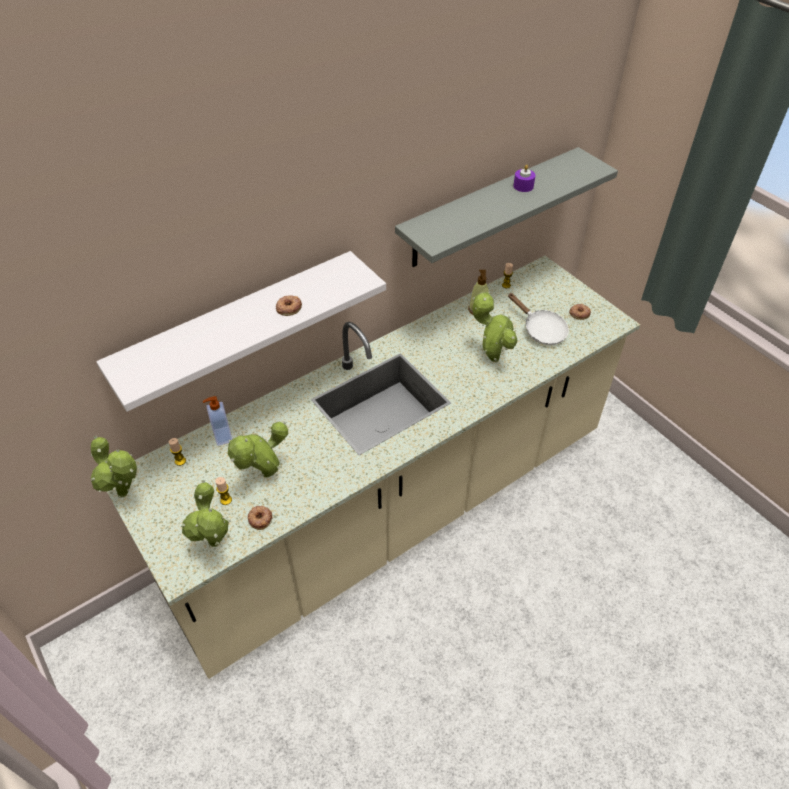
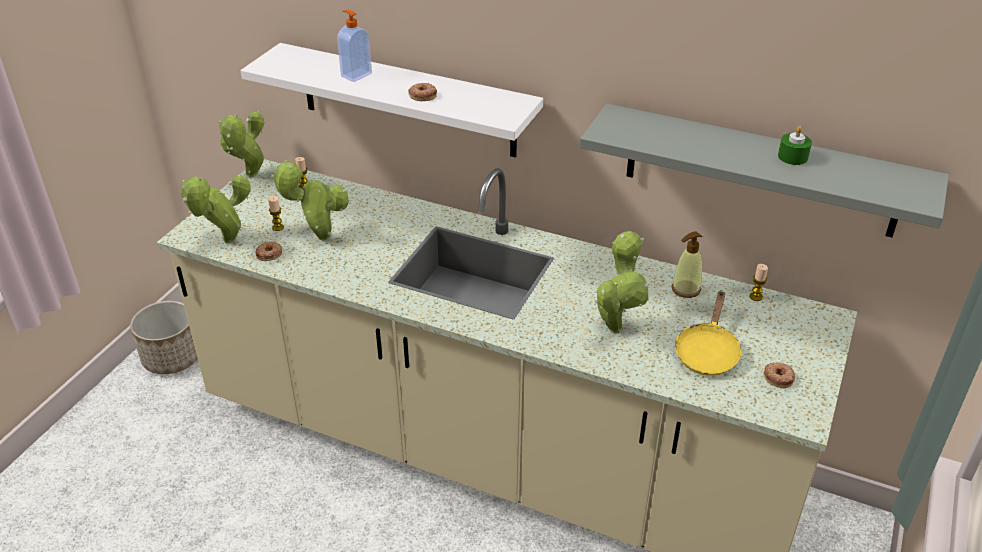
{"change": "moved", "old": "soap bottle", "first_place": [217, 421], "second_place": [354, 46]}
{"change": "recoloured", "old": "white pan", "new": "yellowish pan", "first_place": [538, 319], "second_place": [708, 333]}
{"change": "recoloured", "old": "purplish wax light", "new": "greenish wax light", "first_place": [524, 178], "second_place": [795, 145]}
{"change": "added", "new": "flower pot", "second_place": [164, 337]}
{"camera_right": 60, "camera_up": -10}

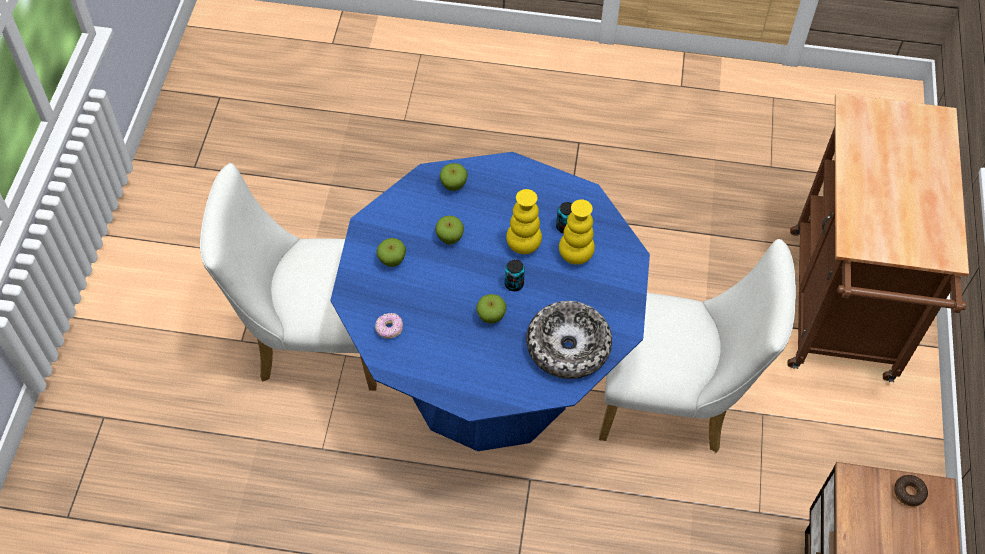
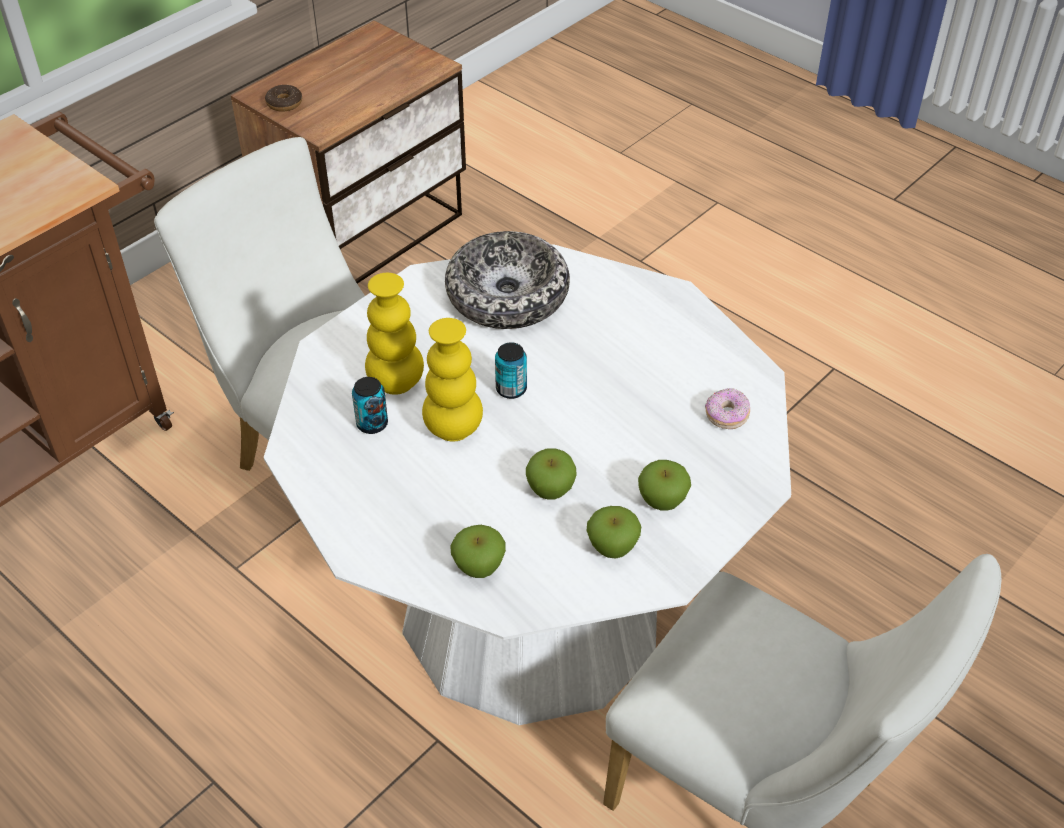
{"change": "recoloured", "old": "bluish dinner table", "new": "white dinner table", "first_place": [490, 301], "second_place": [527, 484]}
{"change": "moved", "old": "apple", "first_place": [491, 309], "second_place": [614, 532]}
{"camera_right": -145, "camera_up": -10}

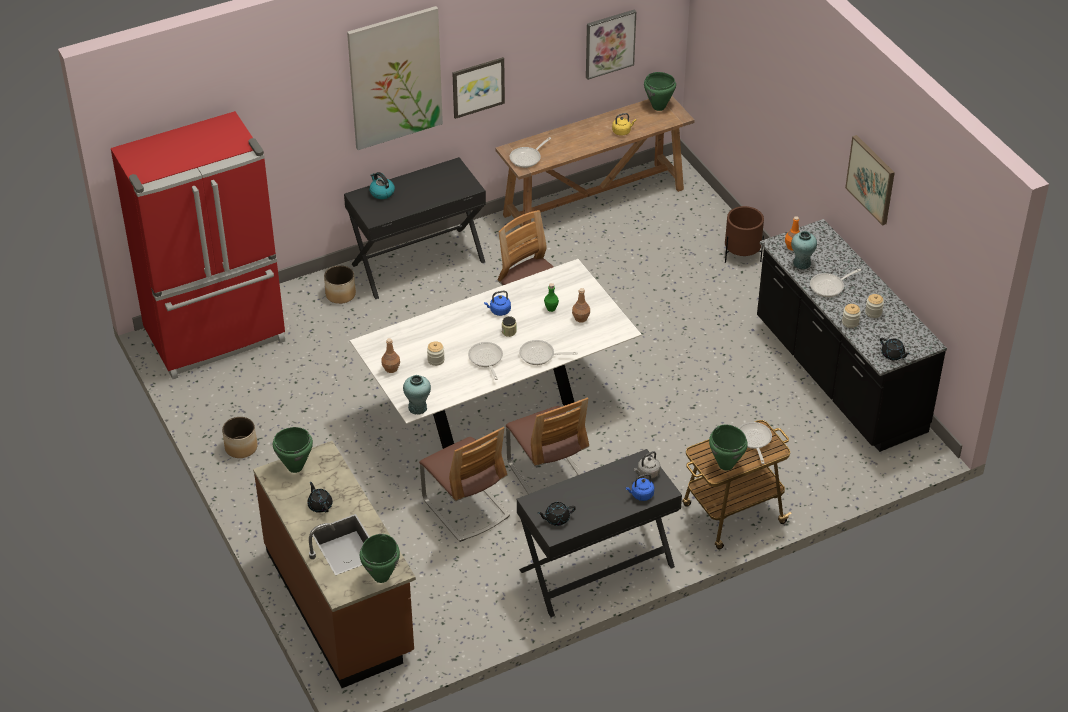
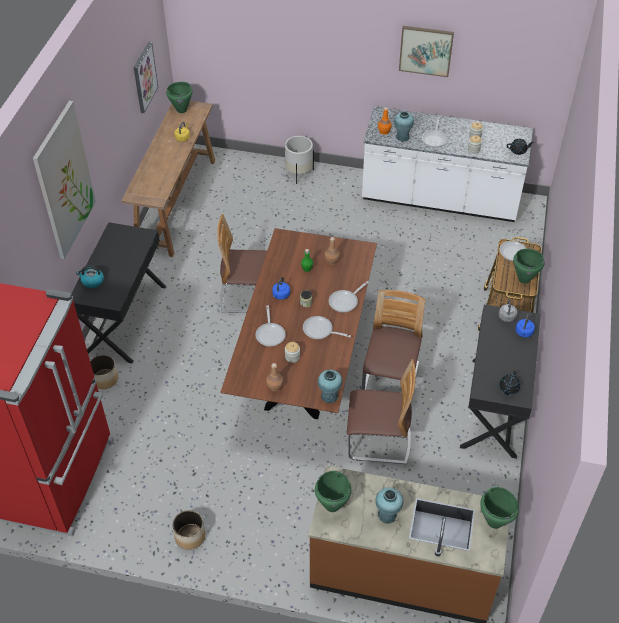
{"change": "replaced", "old": "blackish pot for tea", "new": "turquoise flower vase", "first_place": [320, 497], "second_place": [389, 505]}
{"change": "recoloured", "old": "white dinner table", "new": "brown dinner table", "first_place": [496, 354], "second_place": [298, 323]}
{"change": "removed", "old": "wall picture", "first_place": [478, 88]}
{"change": "turned", "old": "plain chair", "first_place": [547, 445], "second_place": [393, 340], "degrees": -90}
{"change": "moved", "old": "pan", "first_place": [530, 152], "second_place": [270, 326]}
{"change": "recoloured", "old": "brown flower pot", "new": "white flower pot", "first_place": [744, 234], "second_place": [299, 160]}
{"change": "recoloured", "old": "blackish kitchen base unit", "new": "white kitchen base unit", "first_place": [852, 335], "second_place": [447, 164]}
{"camera_right": -50, "camera_up": 5}

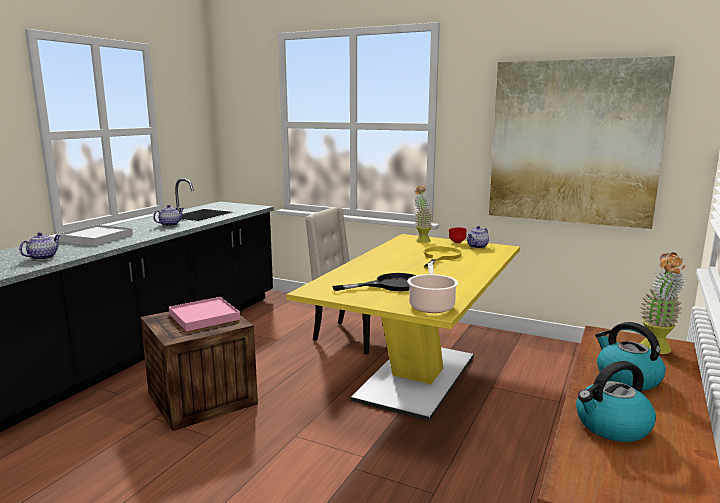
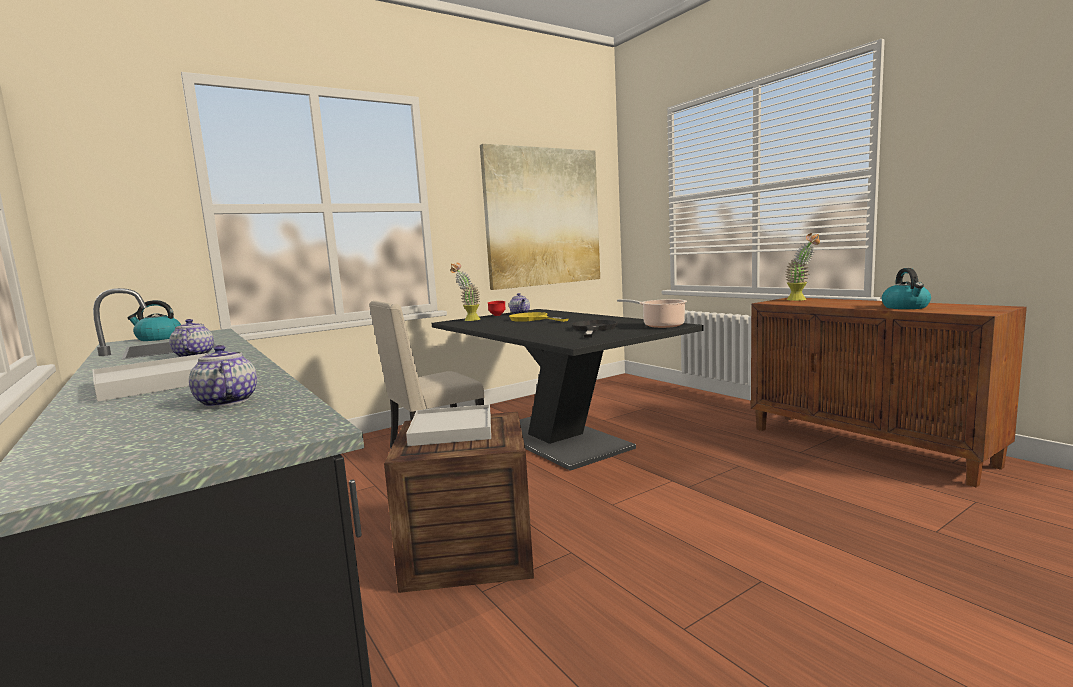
{"change": "recoloured", "old": "pink tray", "new": "white tray", "first_place": [204, 314], "second_place": [448, 425]}
{"change": "recoloured", "old": "yellowish dinner table", "new": "blackish dinner table", "first_place": [403, 327], "second_place": [567, 390]}
{"change": "moved", "old": "tea kettle", "first_place": [630, 356], "second_place": [154, 320]}
{"camera_right": -60, "camera_up": -5}

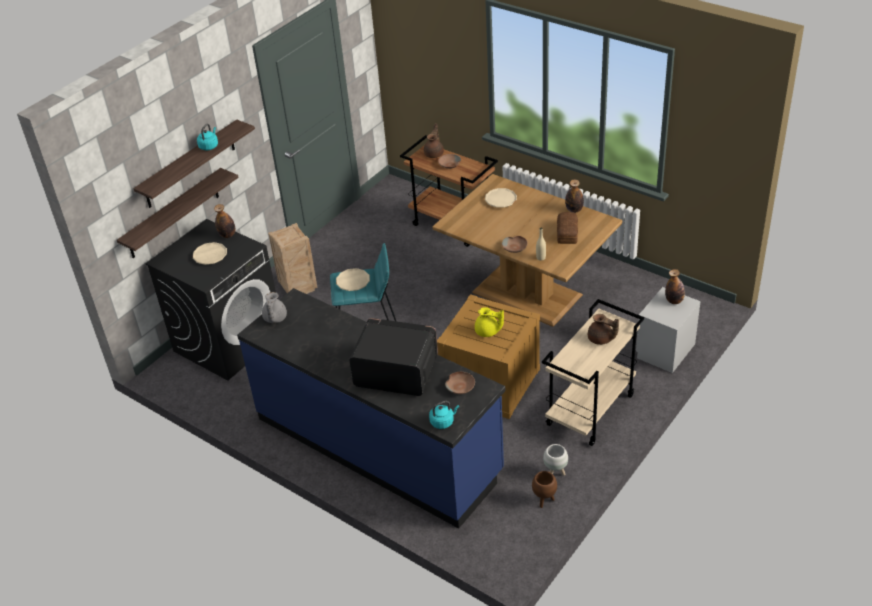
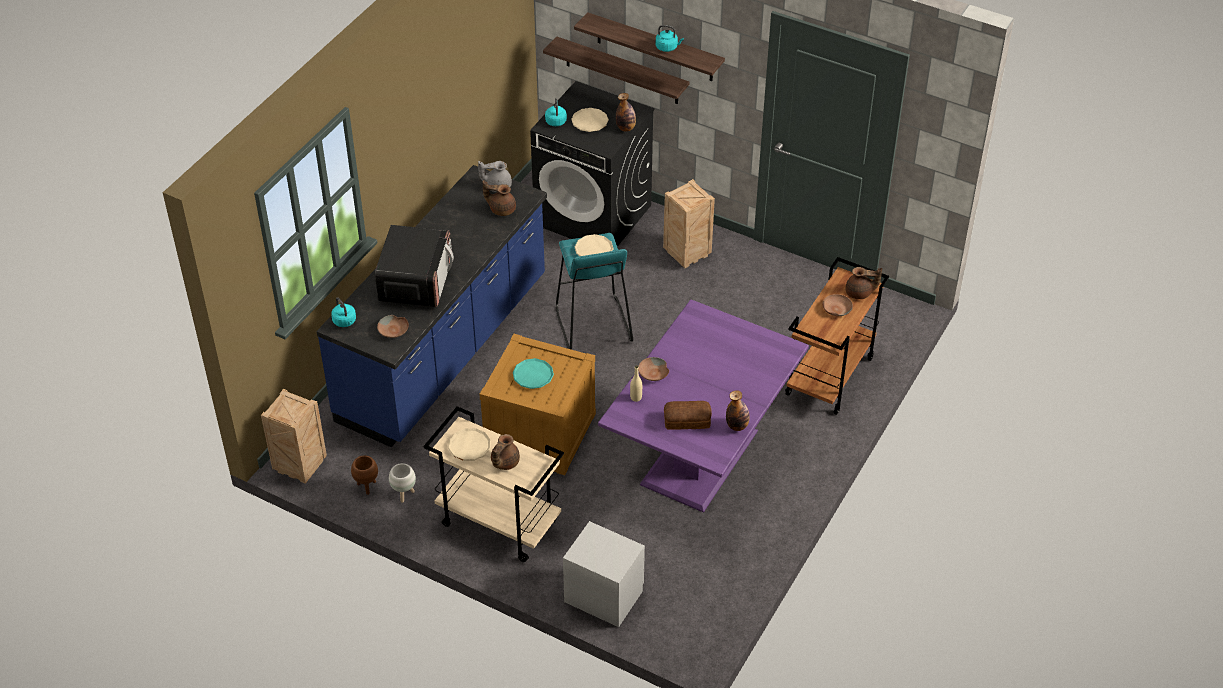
{"change": "recoloured", "old": "brown dinner table", "new": "purplish dinner table", "first_place": [527, 250], "second_place": [703, 406]}
{"change": "replaced", "old": "yellowish pot for tea", "new": "turquoise dinner plate", "first_place": [489, 322], "second_place": [533, 373]}
{"change": "moved", "old": "beige dinner plate", "first_place": [501, 198], "second_place": [469, 444]}
{"change": "removed", "old": "bottle", "first_place": [675, 286]}
{"change": "added", "new": "shipping crate", "second_place": [294, 436]}
{"change": "added", "new": "brown pot for tea", "second_place": [499, 198]}
{"change": "added", "new": "turquoise tea kettle", "second_place": [556, 112]}
{"camera_right": 80, "camera_up": 5}

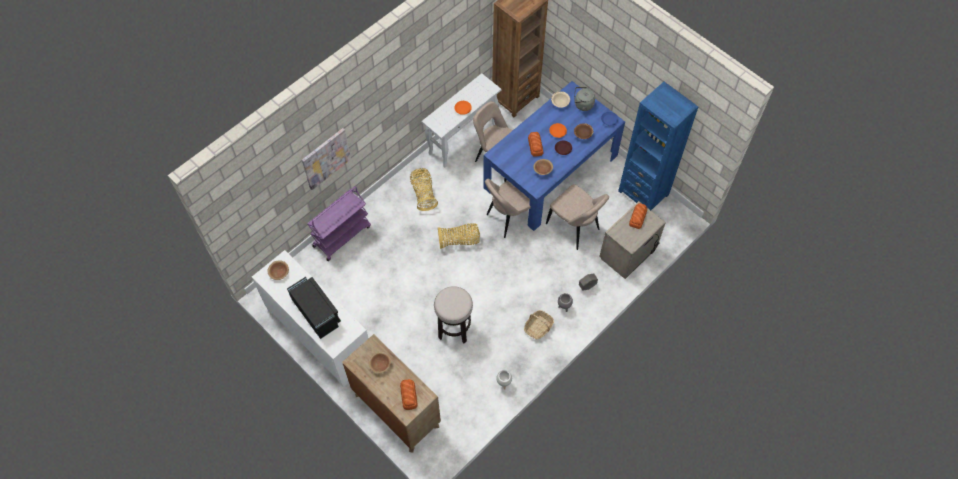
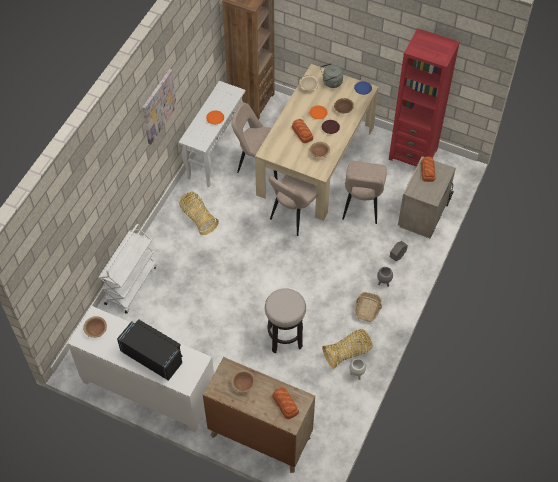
{"change": "moved", "old": "wall picture", "first_place": [326, 159], "second_place": [159, 106]}
{"change": "recoloured", "old": "purplish wheeled cart", "new": "white wheeled cart", "first_place": [339, 224], "second_place": [127, 269]}
{"change": "moved", "old": "storage basket", "first_place": [459, 236], "second_place": [347, 349]}
{"change": "recoloured", "old": "bluish dinner table", "new": "beige dinner table", "first_place": [554, 156], "second_place": [317, 142]}
{"change": "turned", "old": "beige plain chair", "first_place": [577, 217], "second_place": [364, 192], "degrees": 75}
{"change": "recoloured", "old": "bluish shelving unit", "new": "reddish shelving unit", "first_place": [658, 146], "second_place": [424, 97]}
{"camera_right": -20, "camera_up": -5}

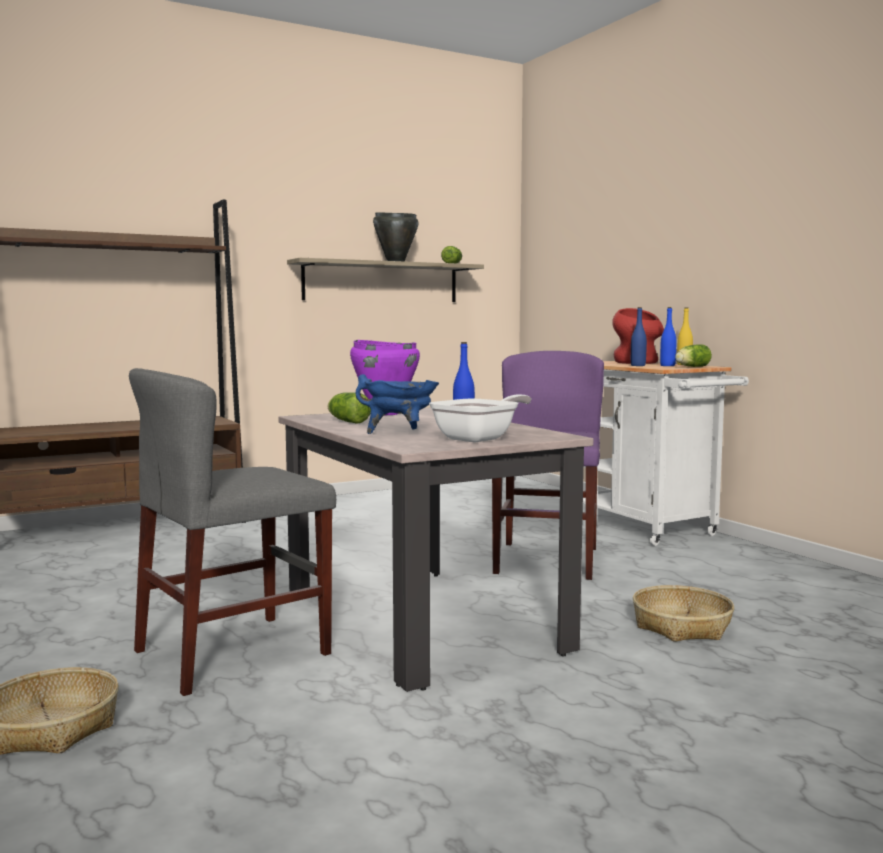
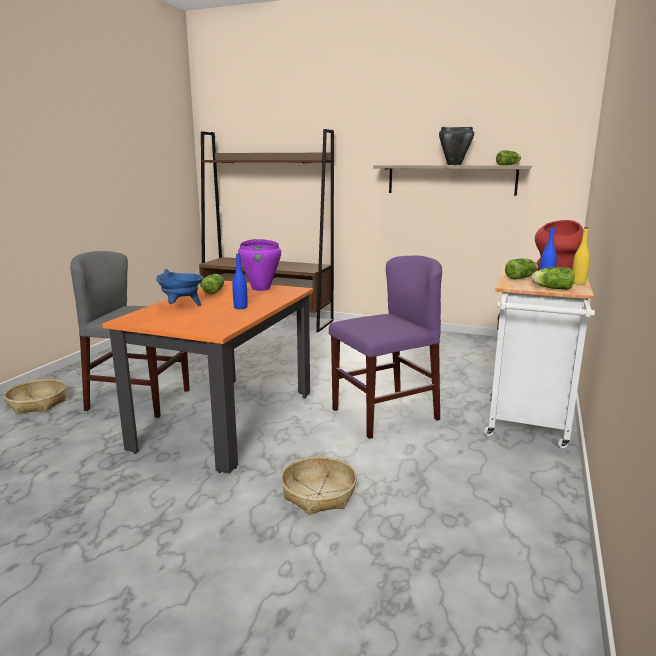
{"change": "recoloured", "old": "beige dinner table", "new": "orangey dinner table", "first_place": [435, 550], "second_place": [207, 377]}
{"change": "removed", "old": "pan", "first_place": [480, 418]}
{"change": "replaced", "old": "bluish bottle", "new": "lettuce head", "first_place": [639, 336], "second_place": [521, 269]}
{"camera_right": 50, "camera_up": 10}

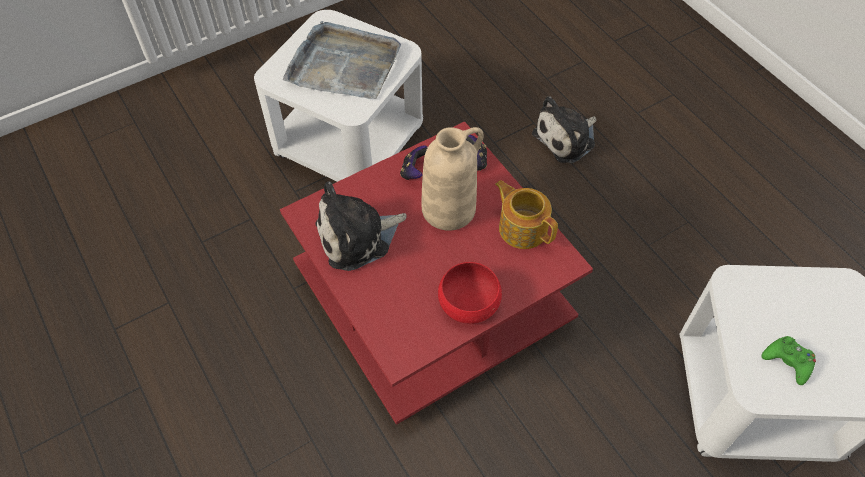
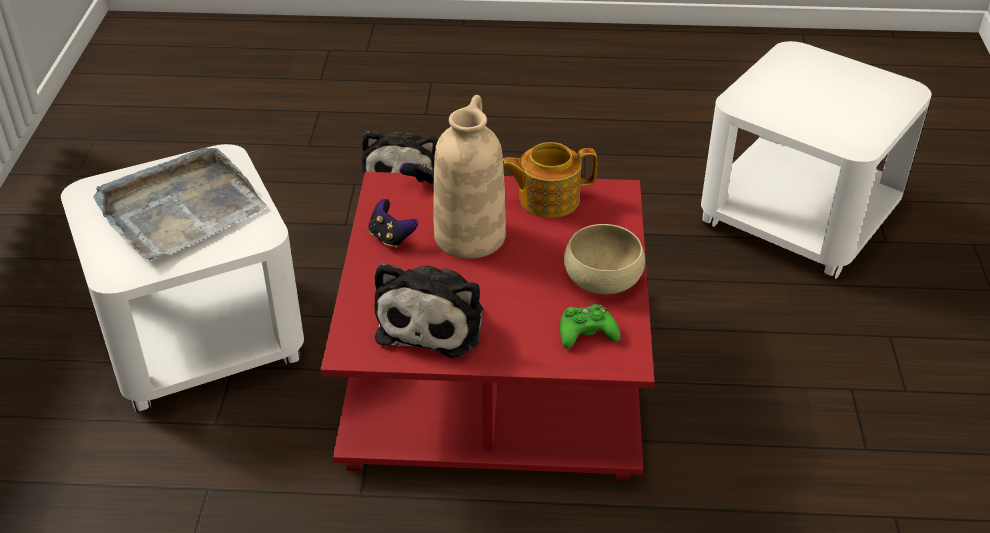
{"change": "recoloured", "old": "reddish bowl", "new": "beige bowl", "first_place": [470, 293], "second_place": [604, 259]}
{"change": "moved", "old": "greenish gamepad", "first_place": [788, 360], "second_place": [590, 326]}
{"camera_right": -55, "camera_up": -15}

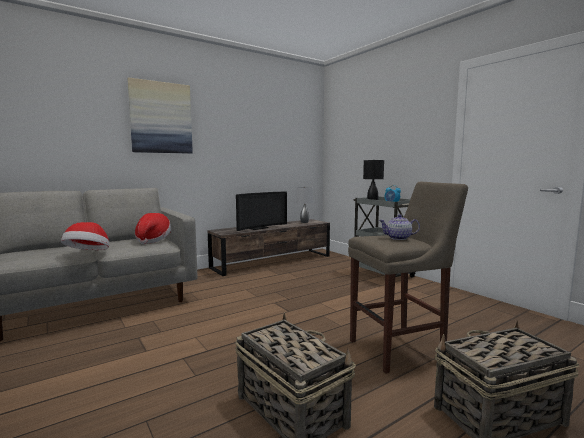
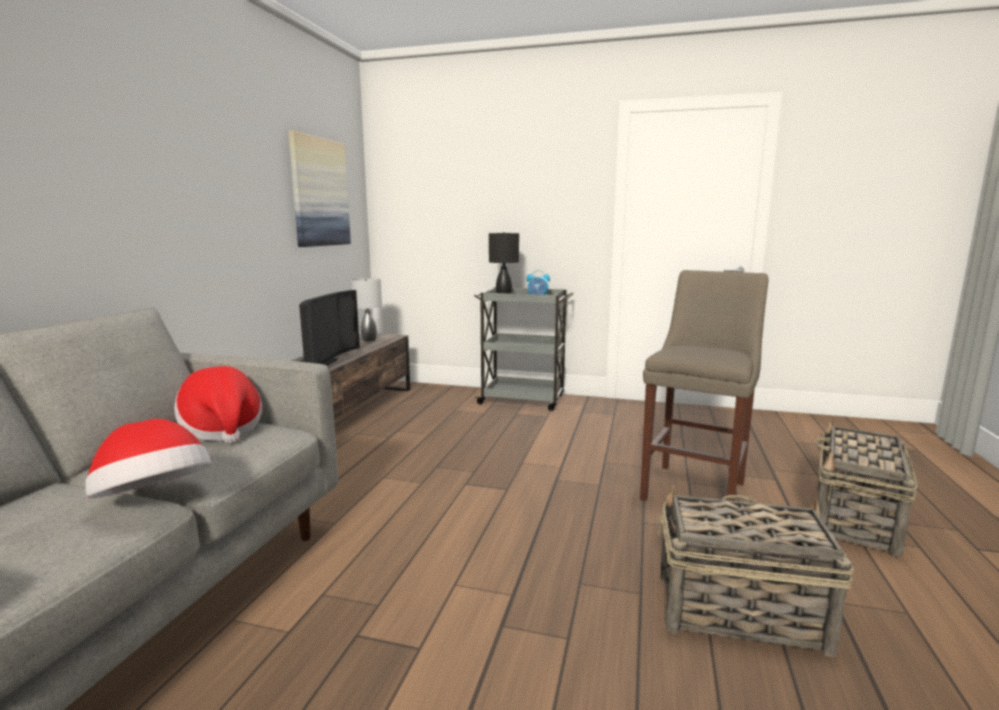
{"change": "moved", "old": "wall picture", "first_place": [160, 115], "second_place": [319, 189]}
{"change": "removed", "old": "pot for tea", "first_place": [399, 227]}
{"camera_right": -40, "camera_up": 5}

